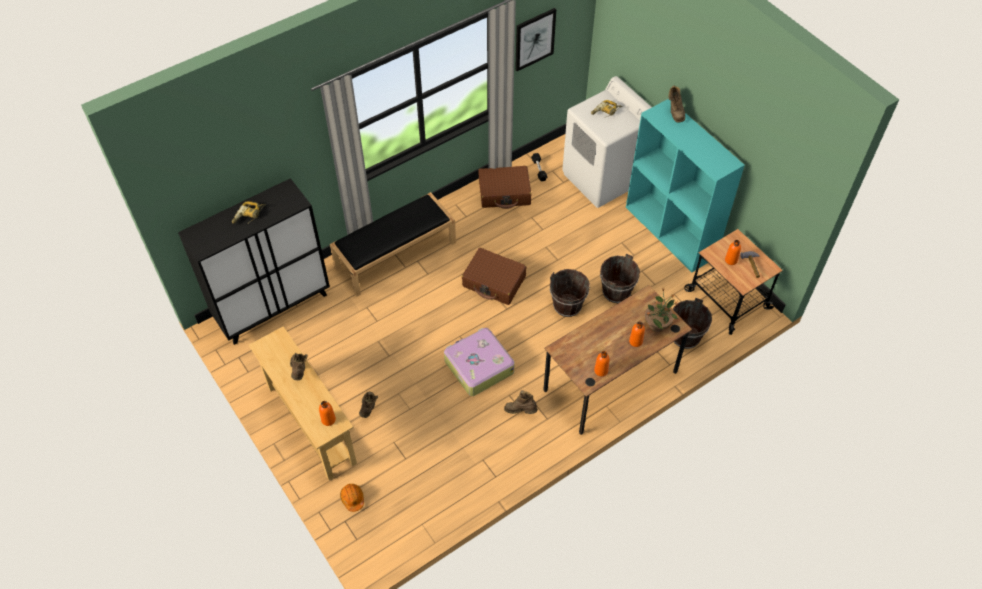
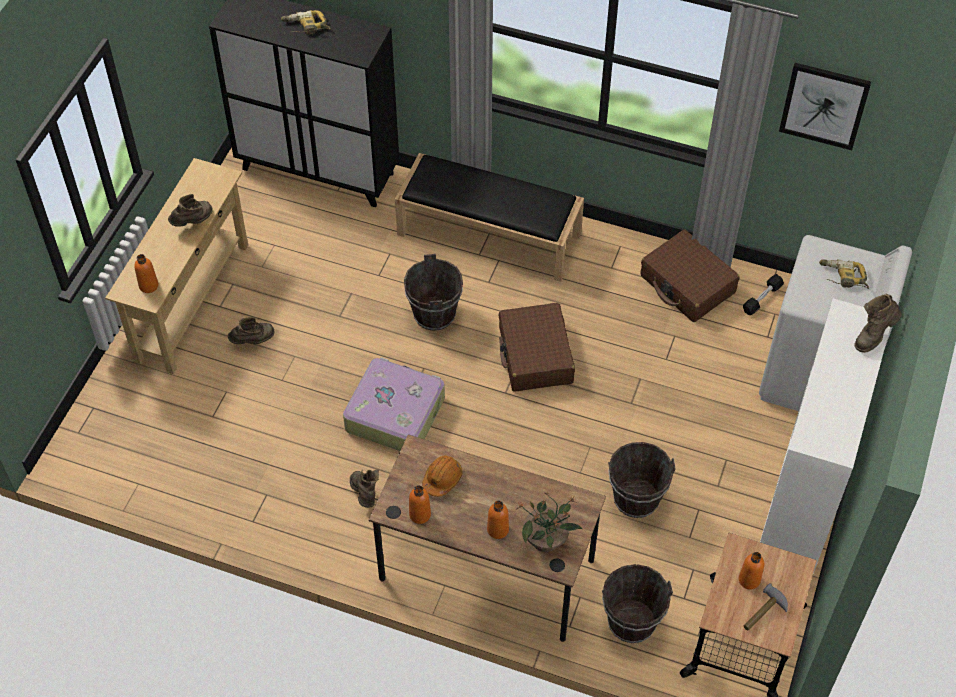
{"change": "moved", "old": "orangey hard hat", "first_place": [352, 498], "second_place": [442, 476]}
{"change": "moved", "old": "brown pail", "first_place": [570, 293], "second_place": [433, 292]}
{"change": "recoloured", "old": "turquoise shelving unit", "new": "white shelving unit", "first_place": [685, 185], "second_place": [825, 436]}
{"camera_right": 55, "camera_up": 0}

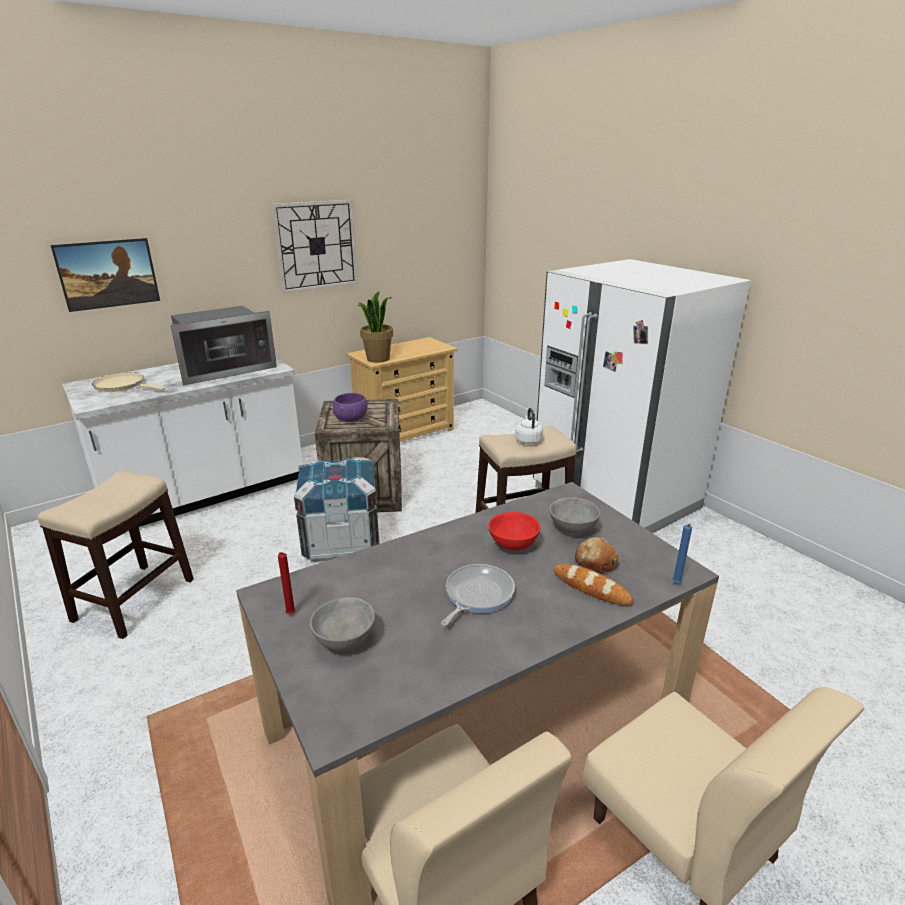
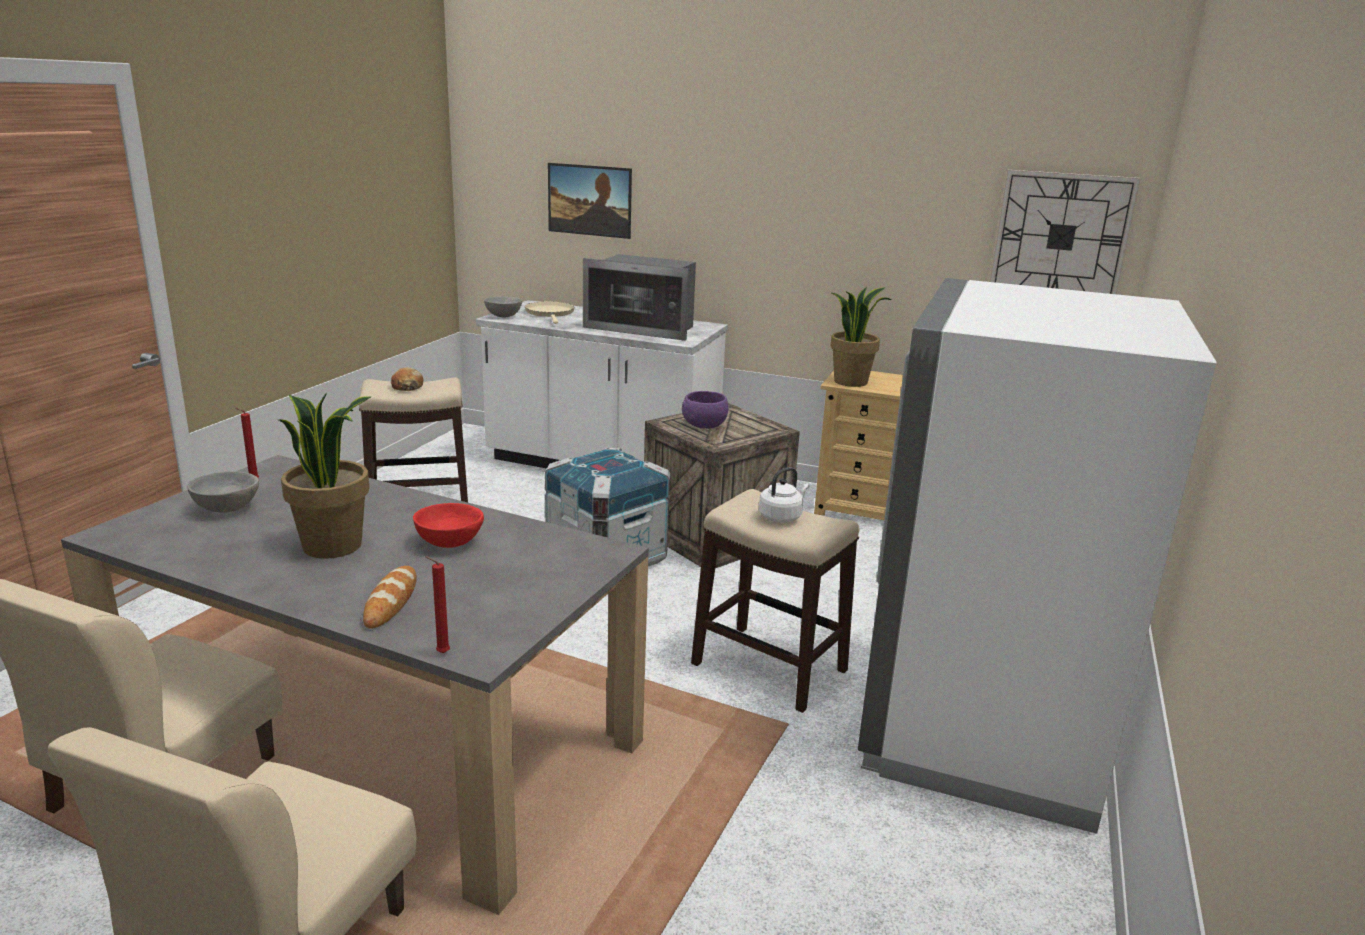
{"change": "moved", "old": "wall clock", "first_place": [315, 246], "second_place": [1065, 232]}
{"change": "replaced", "old": "pan", "new": "plant in a pot", "first_place": [478, 595], "second_place": [325, 476]}
{"change": "moved", "old": "gray bowl", "first_place": [574, 515], "second_place": [503, 307]}
{"change": "moved", "old": "bread", "first_place": [597, 555], "second_place": [407, 379]}
{"change": "recoloured", "old": "bluish wax light", "new": "reddish wax light", "first_place": [682, 554], "second_place": [437, 604]}
{"camera_right": 55, "camera_up": -5}

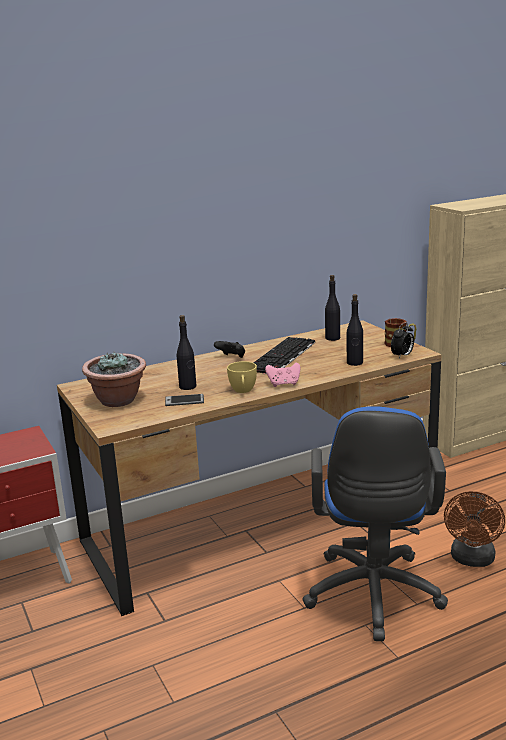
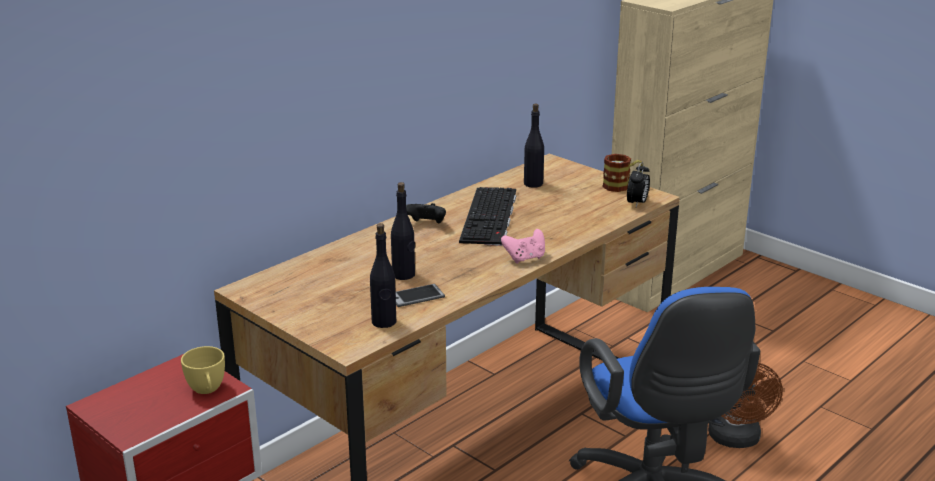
{"change": "removed", "old": "plant in a pot", "first_place": [114, 379]}
{"change": "moved", "old": "yellowish small cup", "first_place": [242, 377], "second_place": [203, 370]}
{"change": "moved", "old": "blackish bottle", "first_place": [355, 330], "second_place": [383, 275]}
{"camera_right": -20, "camera_up": 5}

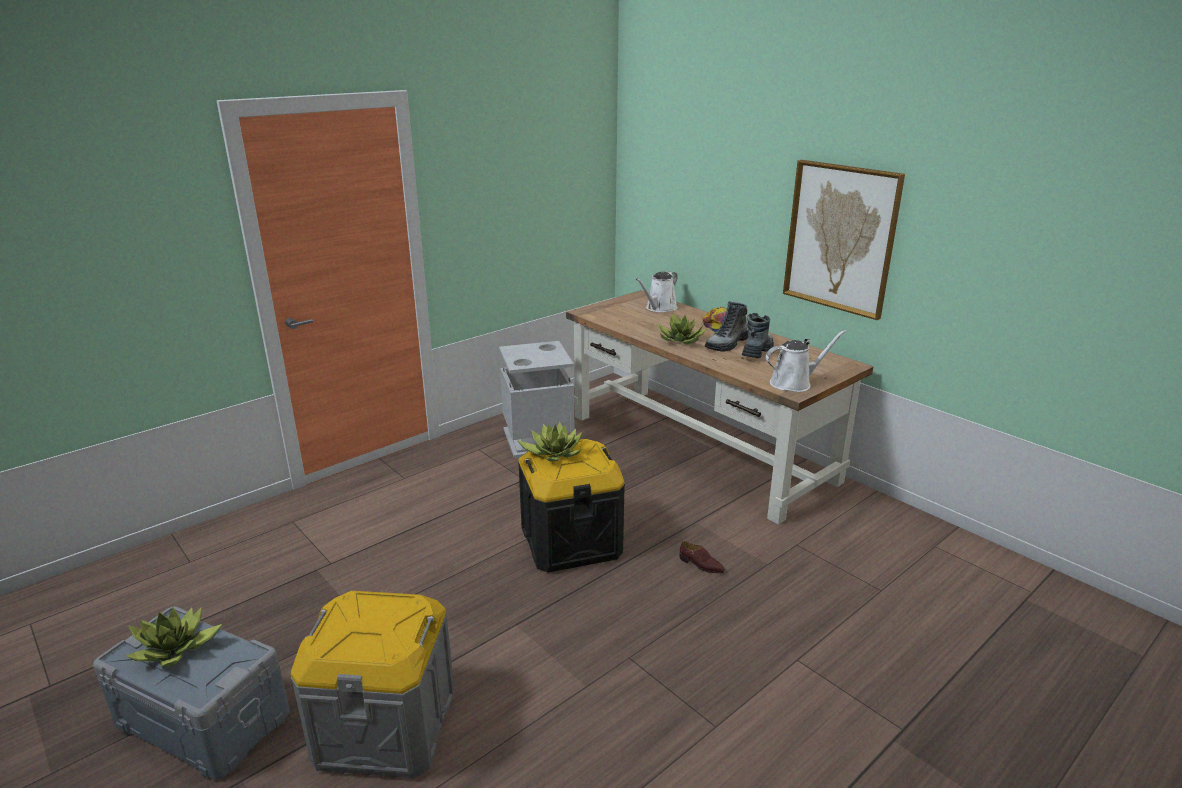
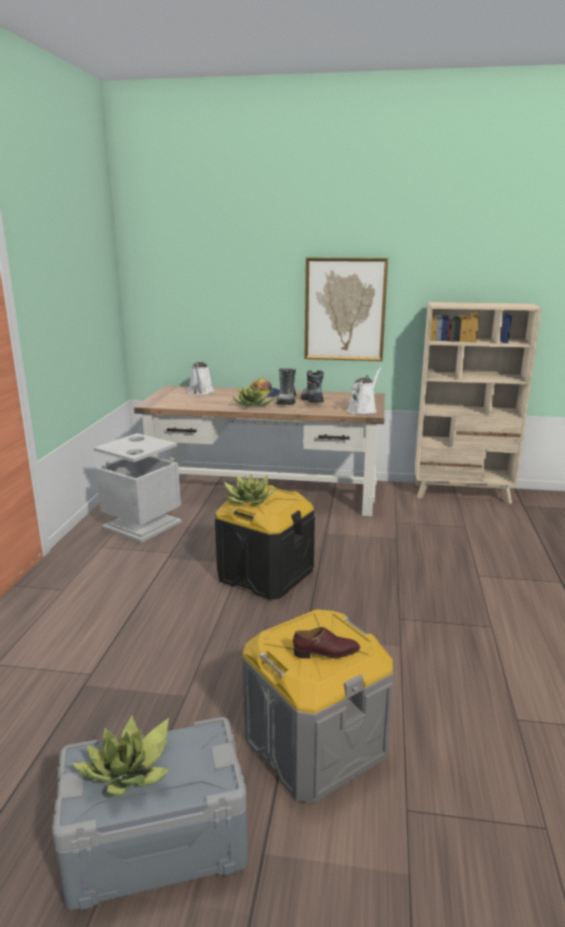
{"change": "moved", "old": "brown item of footwear", "first_place": [702, 557], "second_place": [326, 643]}
{"change": "added", "new": "beige shelving unit", "second_place": [478, 403]}
{"camera_right": -40, "camera_up": -5}

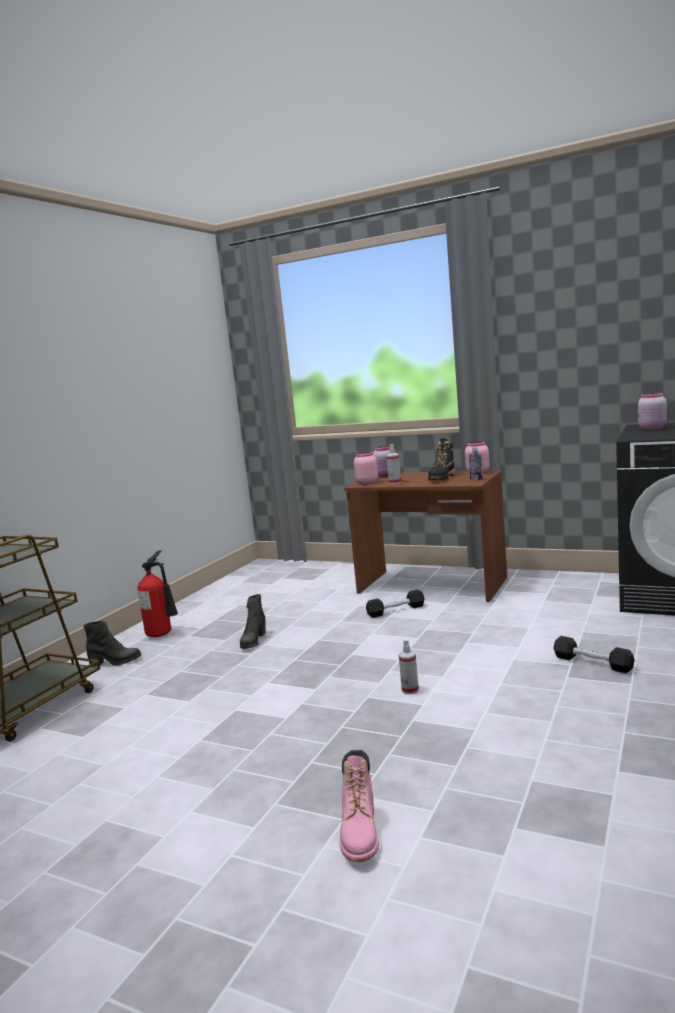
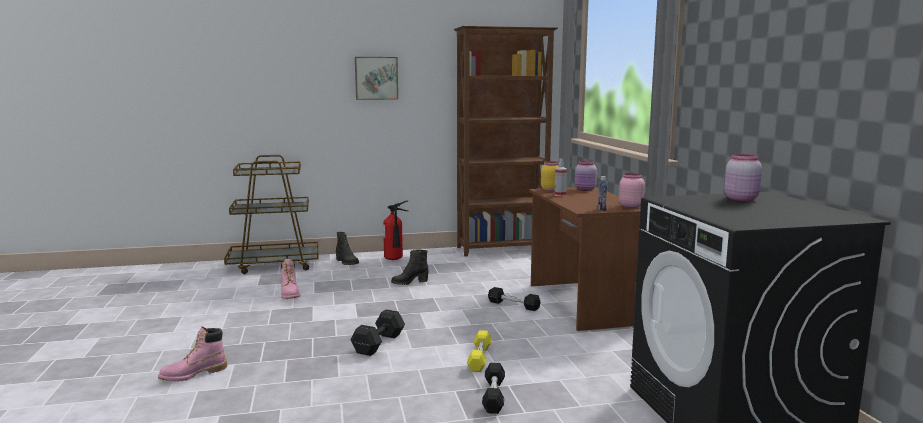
{"change": "recoloured", "old": "pink storage jar", "new": "yellowish storage jar", "first_place": [366, 468], "second_place": [550, 176]}
{"change": "replaced", "old": "sprayer", "new": "blackish free weight", "first_place": [408, 666], "second_place": [377, 332]}
{"change": "removed", "old": "blackish high-top boot", "first_place": [441, 459]}
{"change": "added", "new": "pink high-top boot", "second_place": [290, 279]}
{"change": "added", "new": "wall picture", "second_place": [376, 78]}
{"change": "added", "new": "brown shelving unit", "second_place": [506, 141]}
{"change": "added", "new": "yellowish free weight", "second_place": [479, 351]}
{"camera_right": 50, "camera_up": 0}

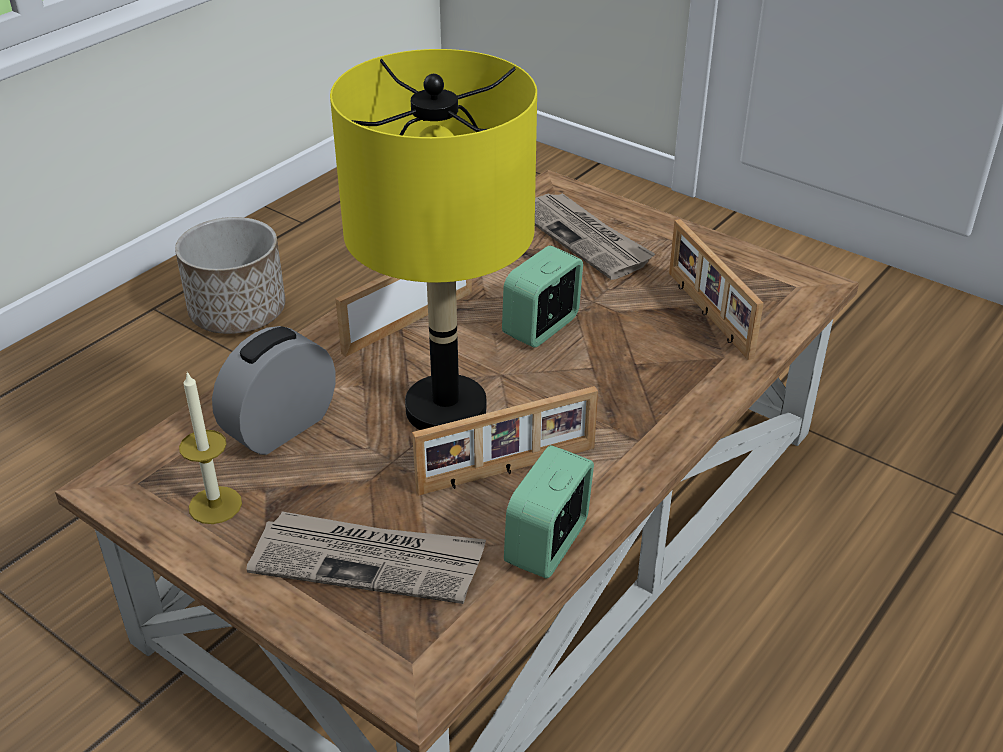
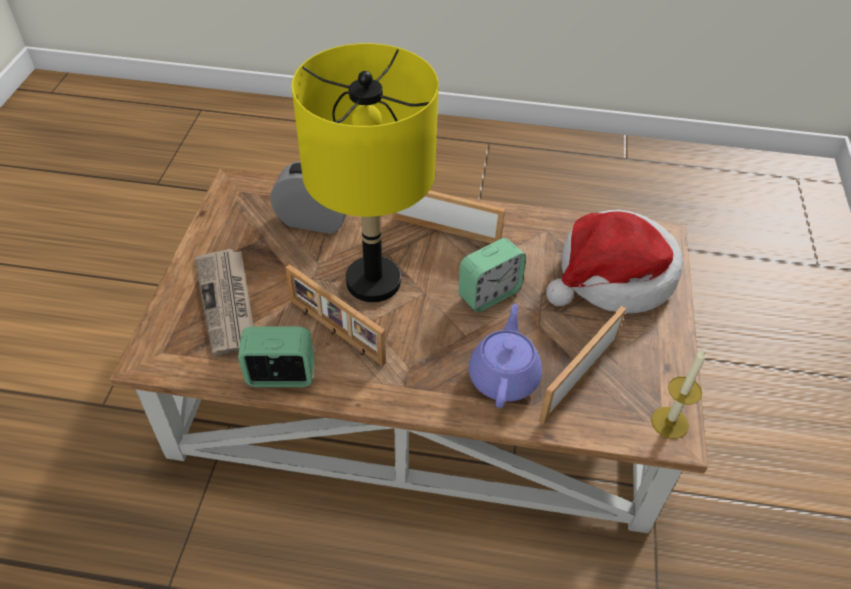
{"change": "removed", "old": "flower pot", "first_place": [230, 275]}
{"change": "moved", "old": "wax light", "first_place": [210, 448], "second_place": [678, 394]}
{"change": "turned", "old": "table clock", "first_place": [542, 296], "second_place": [492, 275], "degrees": 135}
{"change": "replaced", "old": "daily paper", "new": "hat", "first_place": [595, 236], "second_place": [614, 261]}
{"change": "added", "new": "purplish pot for tea", "second_place": [505, 356]}
{"camera_right": 60, "camera_up": 10}

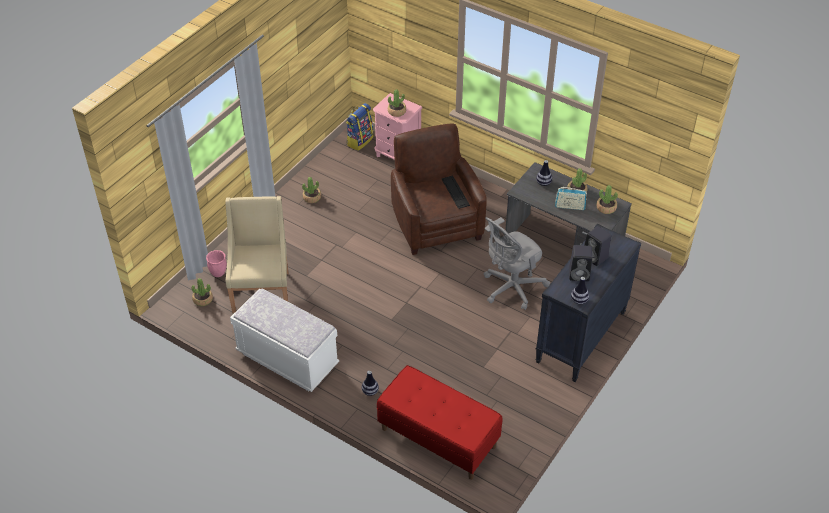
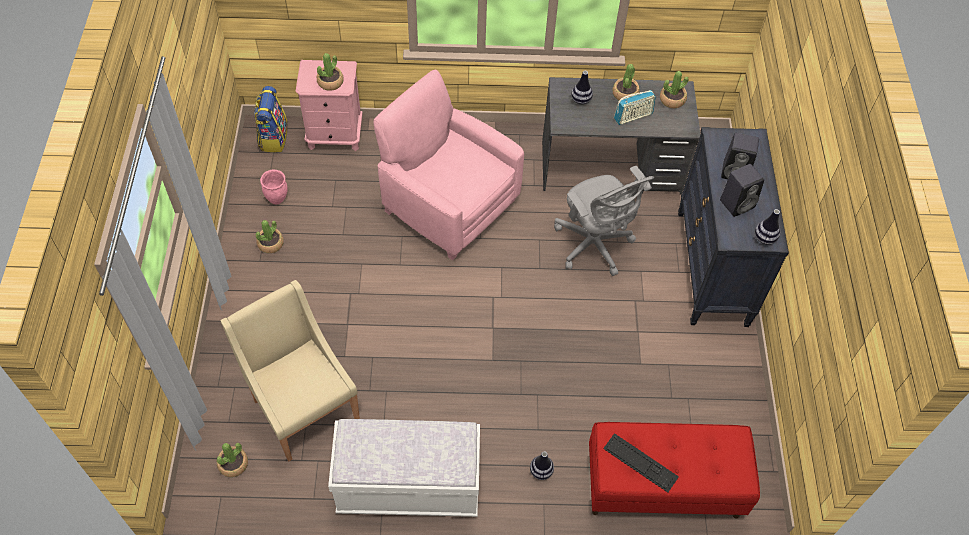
{"change": "moved", "old": "pink flower pot", "first_place": [216, 263], "second_place": [273, 186]}
{"change": "recoloured", "old": "brown easy chair", "new": "pink easy chair", "first_place": [439, 189], "second_place": [448, 164]}
{"change": "moved", "old": "PC keyboard", "first_place": [456, 192], "second_place": [641, 462]}
{"change": "turned", "old": "gray office chair", "first_place": [516, 263], "second_place": [604, 221], "degrees": -45}
{"camera_right": -35, "camera_up": 10}

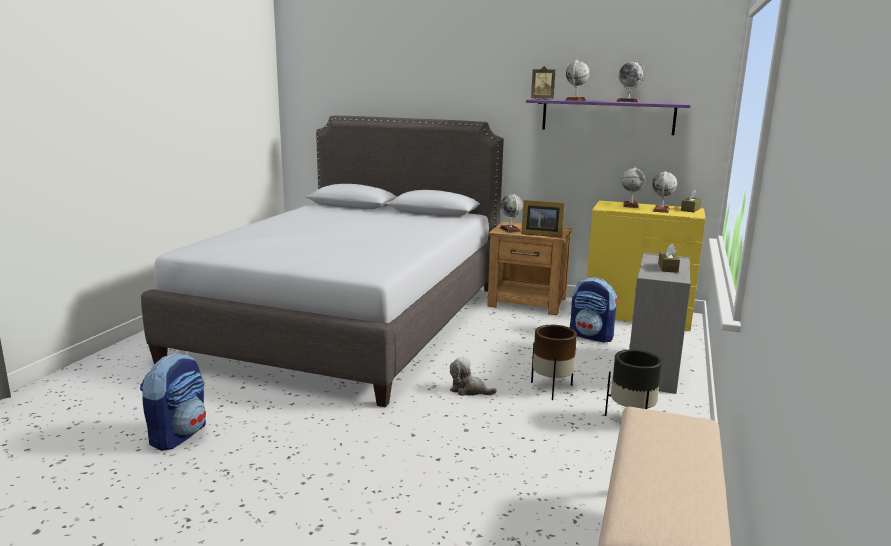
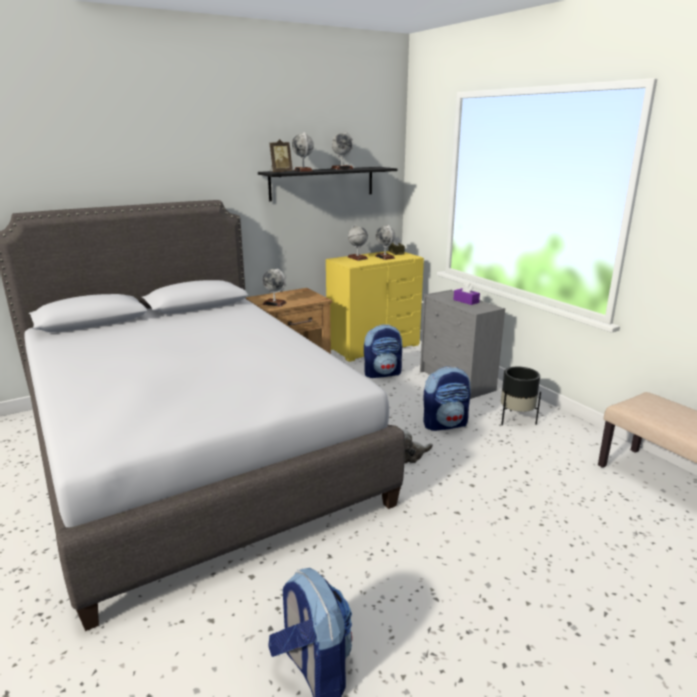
{"change": "removed", "old": "photo frame", "first_place": [543, 219]}
{"change": "recoloured", "old": "purplish shelf", "new": "blackish shelf", "first_place": [608, 117], "second_place": [327, 184]}
{"change": "replaced", "old": "brown flower pot", "new": "backpack", "first_place": [554, 362], "second_place": [447, 398]}
{"change": "recoloured", "old": "brown box of tissues", "new": "purplish box of tissues", "first_place": [669, 258], "second_place": [466, 293]}
{"camera_right": -50, "camera_up": 5}

